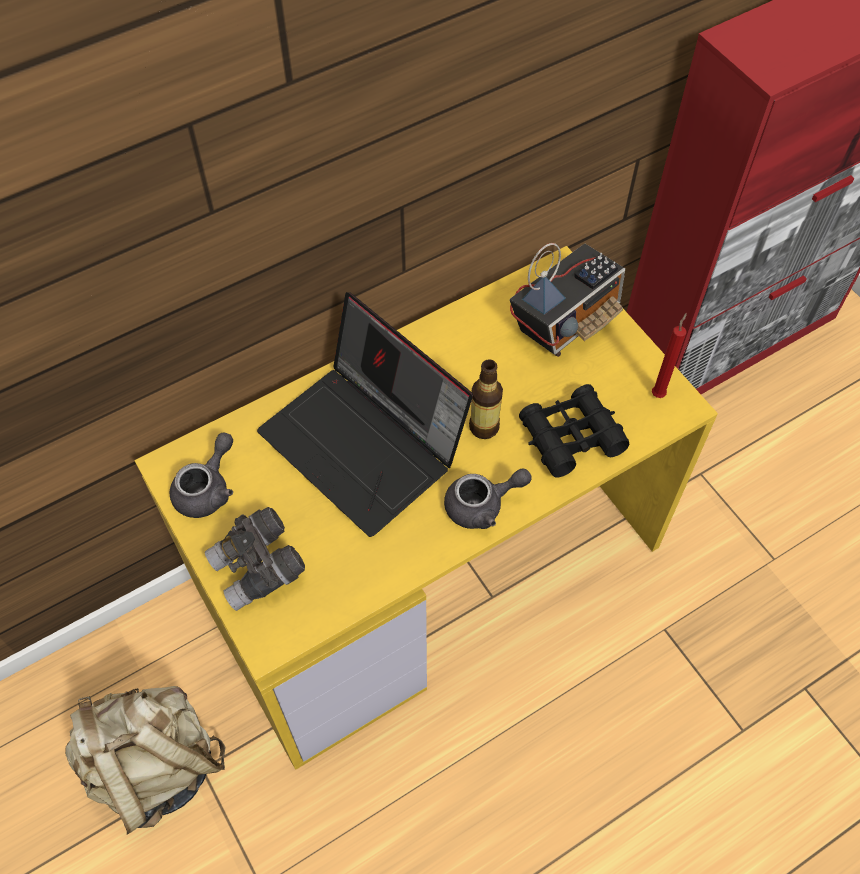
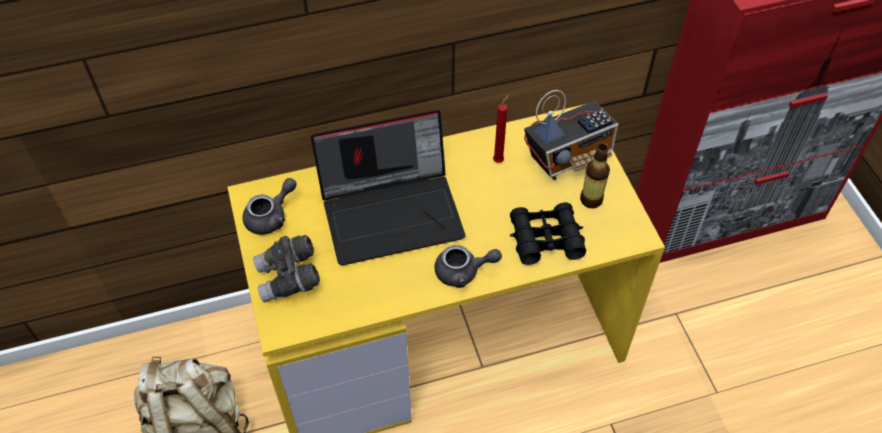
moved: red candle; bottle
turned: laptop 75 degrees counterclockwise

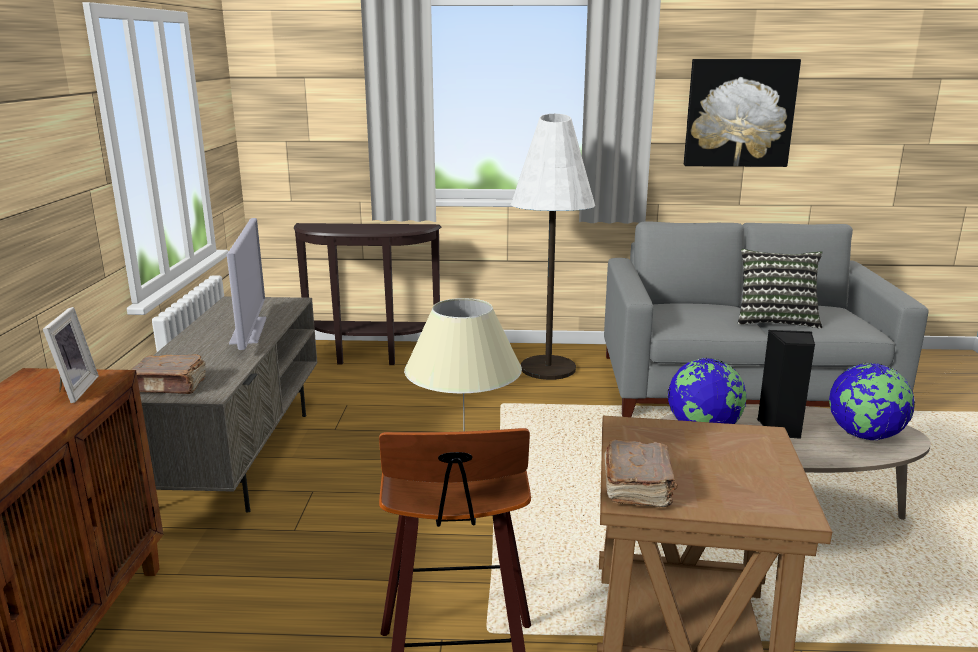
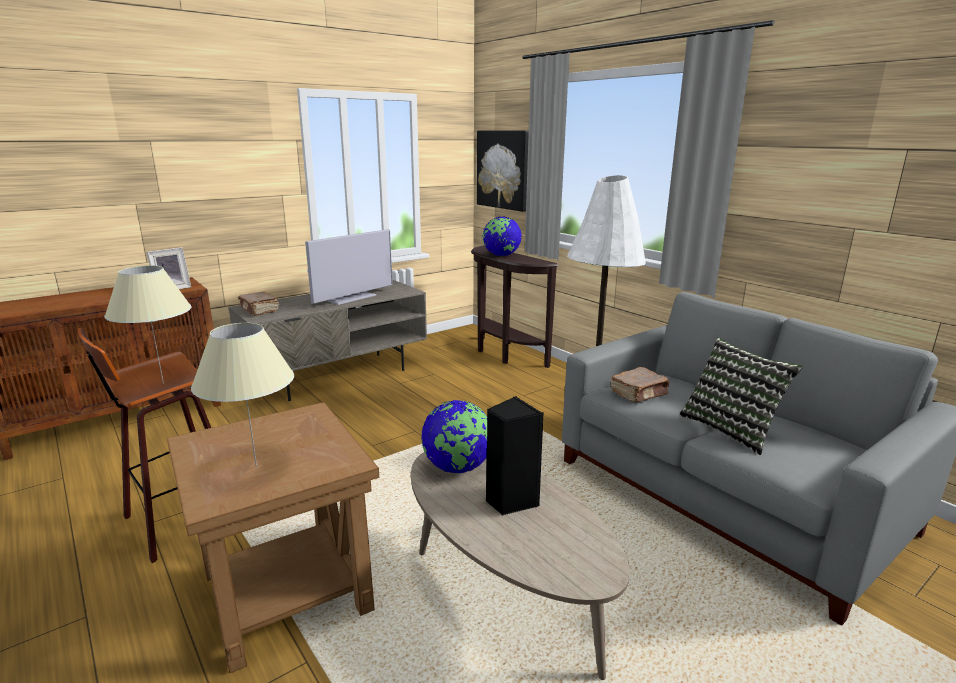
added: beige table lamp (2nd from left)
moved: picture; globe (2nd from left); brown book (2nd from left)

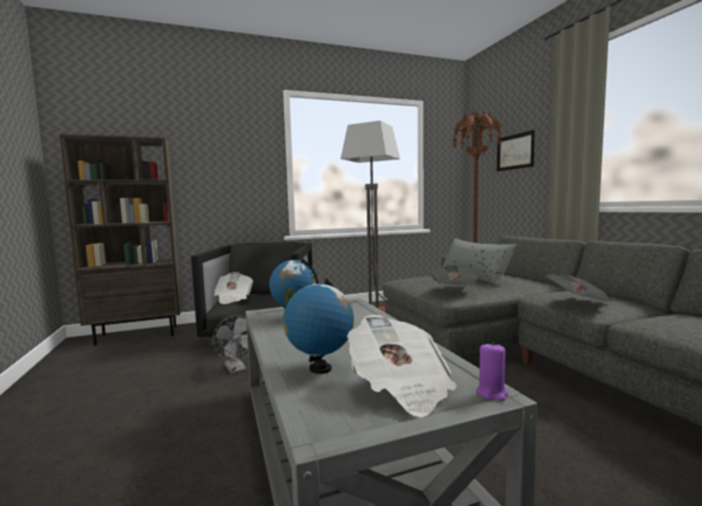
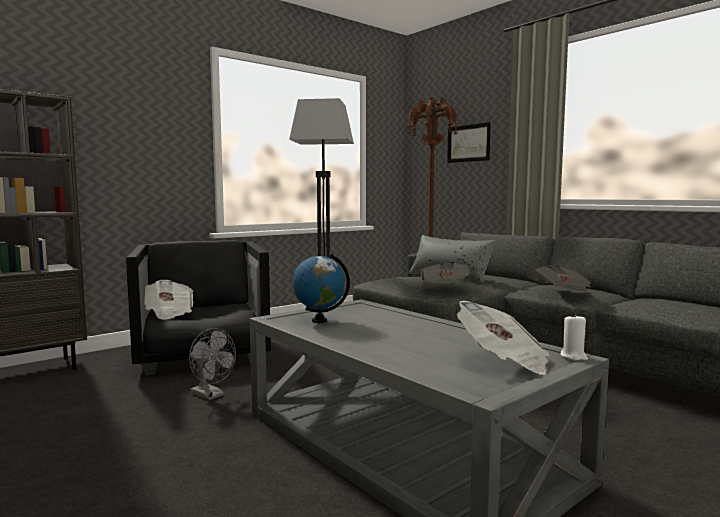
removed: globe (2nd from left)
recoloured: purple candle to white candle

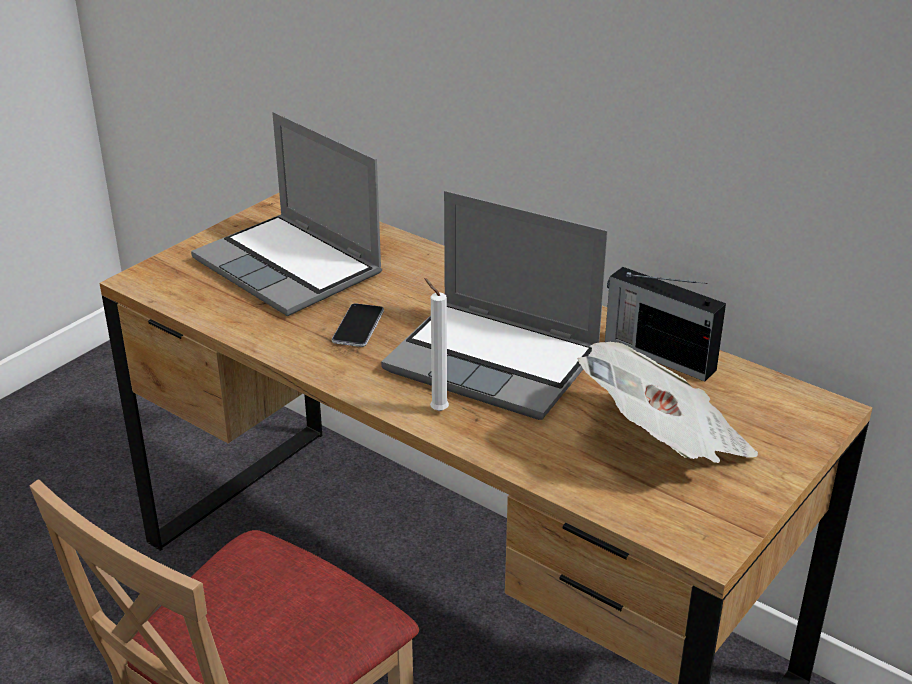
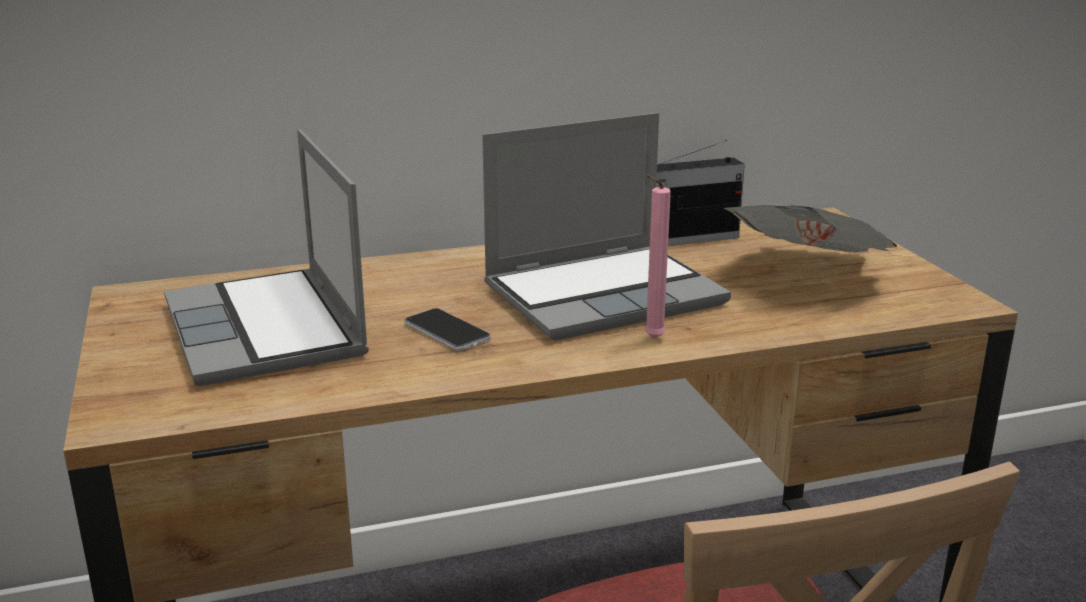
recoloured: white candle to pink candle
turned: laptop (1st from left) 75 degrees clockwise

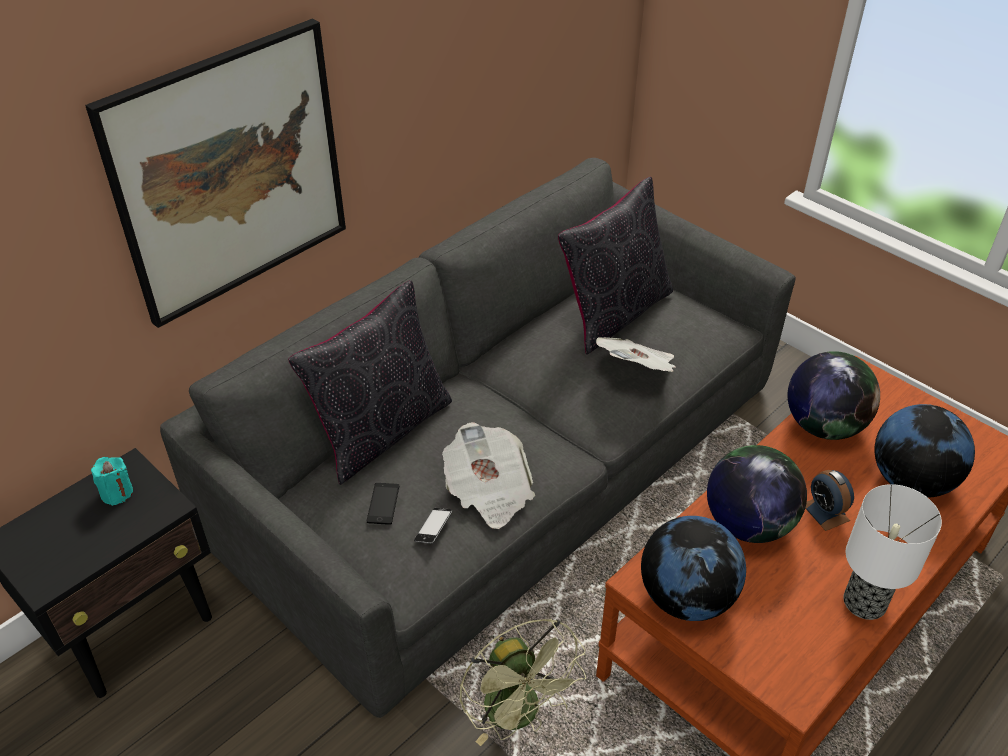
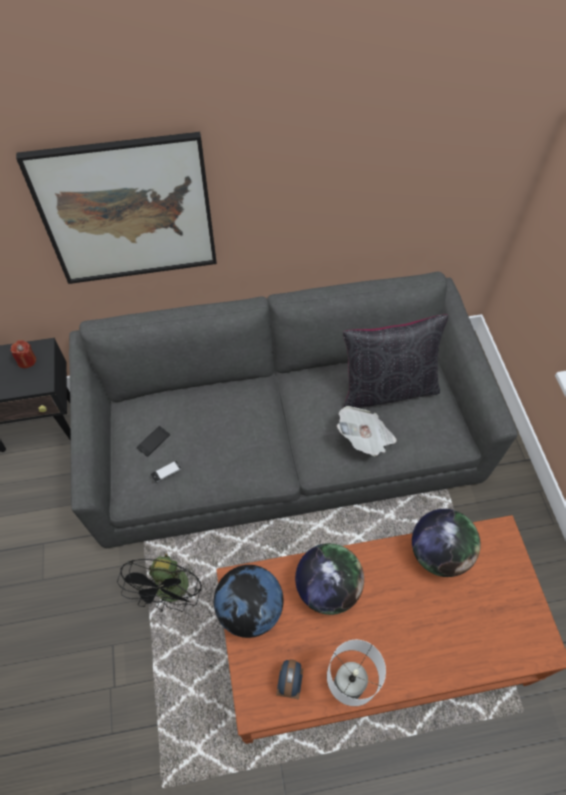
removed: black pillow (1st from left); globe (4th from left); newspaper (1st from left)
moved: alarm clock
recoloured: turquoise candle to red candle; green fan to black fan

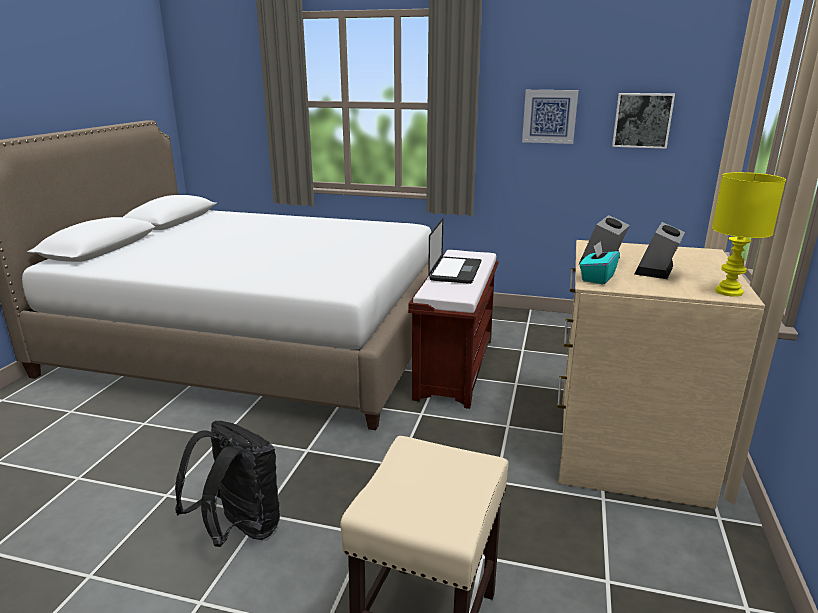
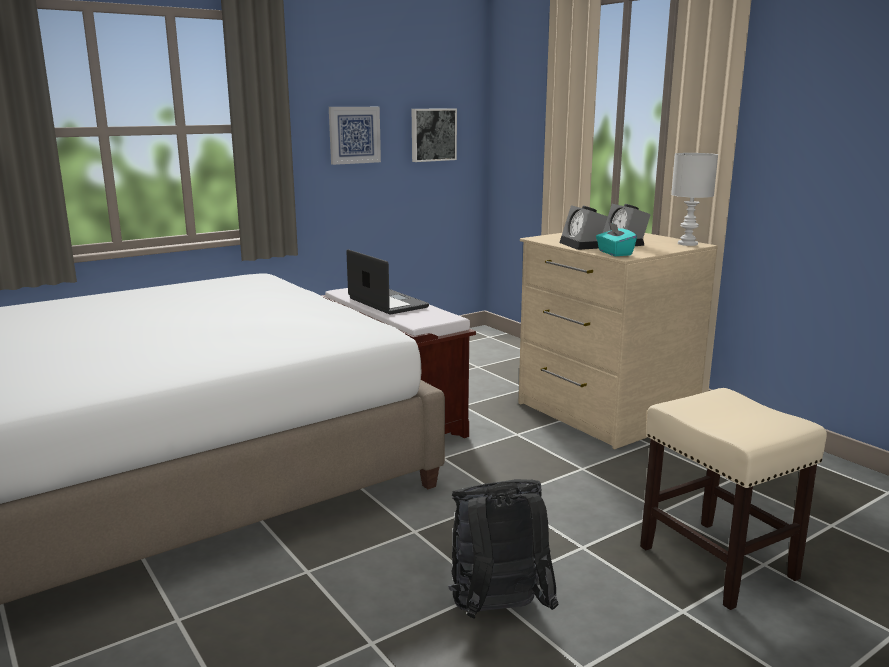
recoloured: yellow table lamp to white table lamp

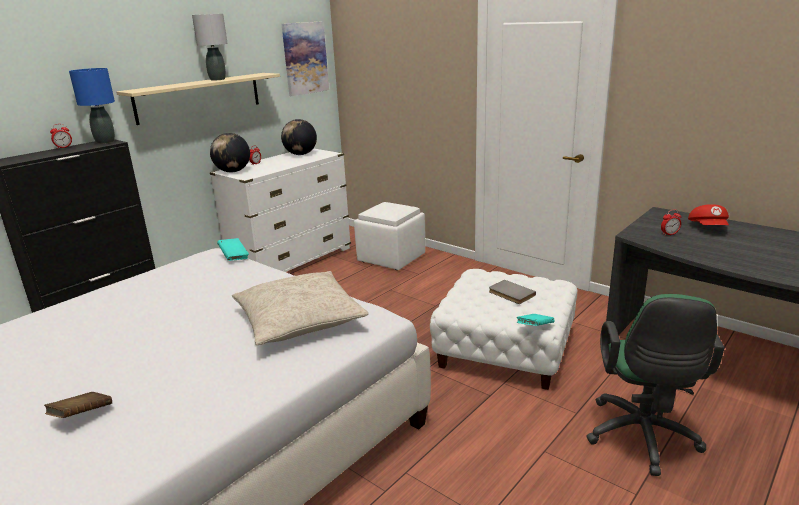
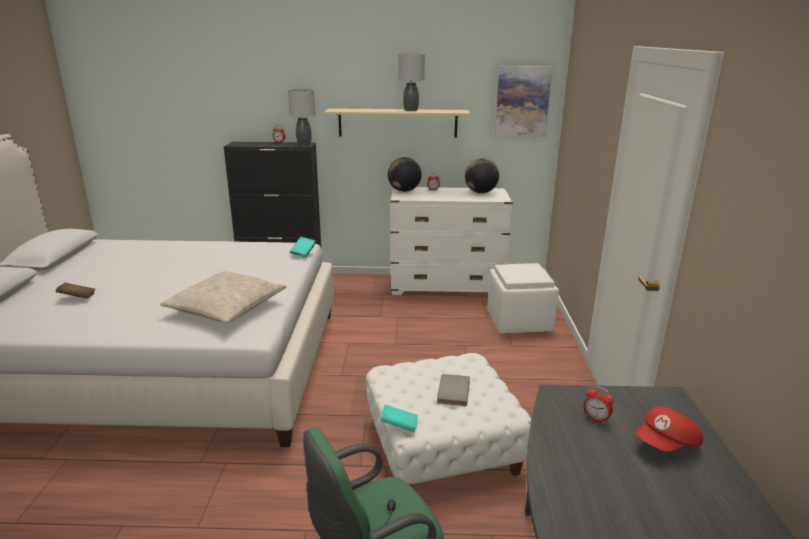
recoloured: blue table lamp to grey table lamp (1st from left)

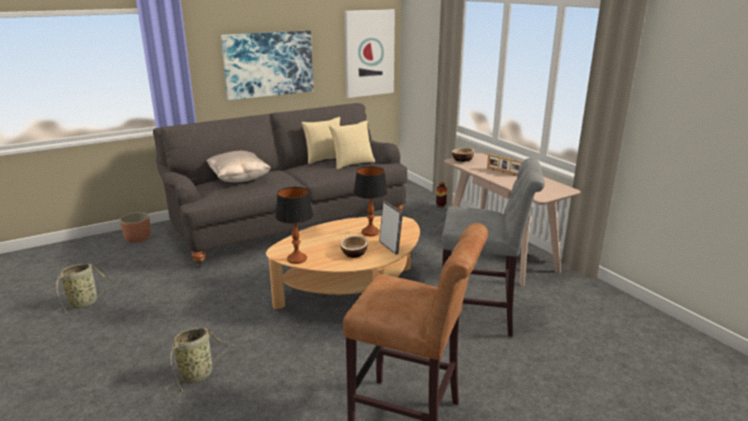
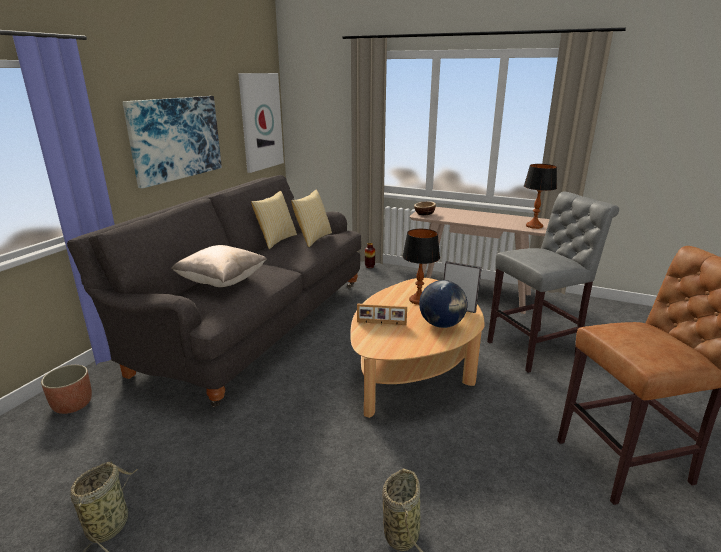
moved: picture frame (2nd from left in the first image) to picture frame (1st from left); table lamp (1st from left in the first image) to table lamp (2nd from left)
replaced: bowl (1st from left) to globe

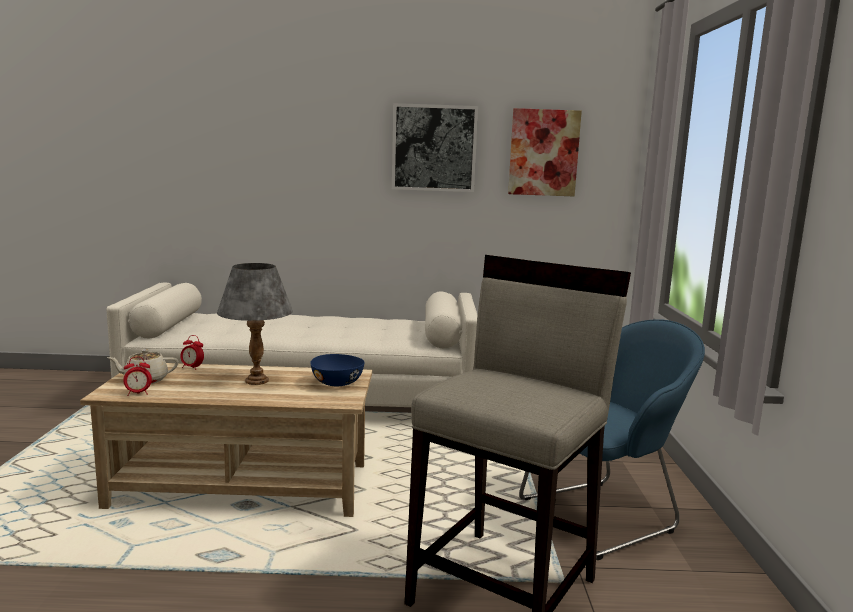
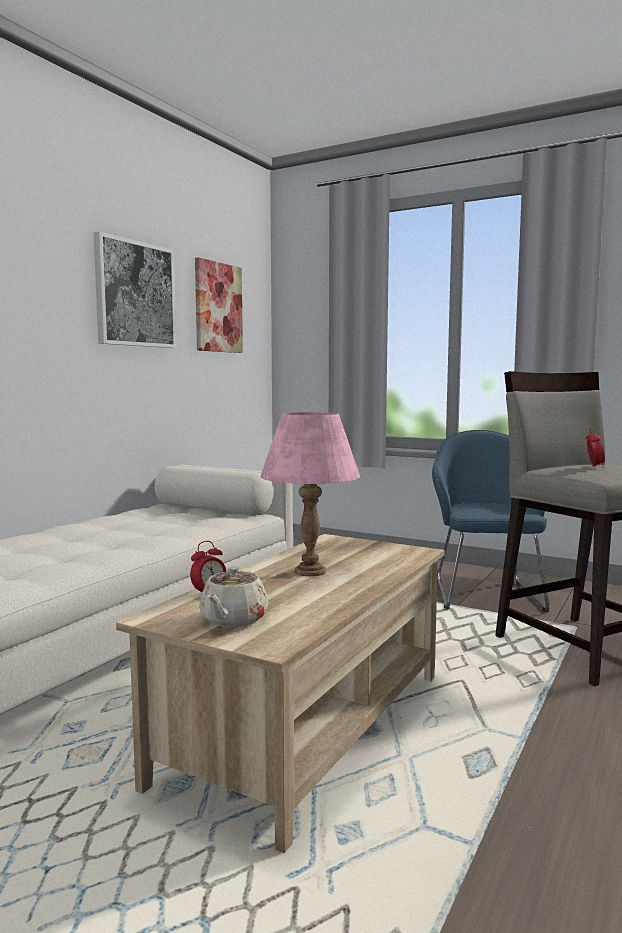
removed: blue bowl
moved: alarm clock (1st from left in the first image) to alarm clock (2nd from left)
recoloured: grey table lamp to pink table lamp

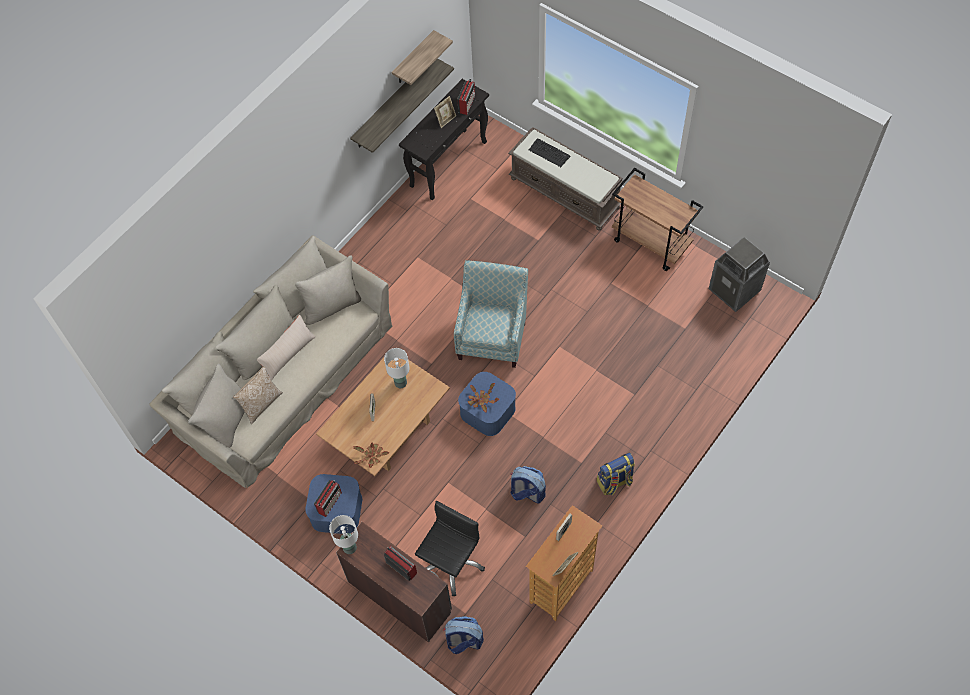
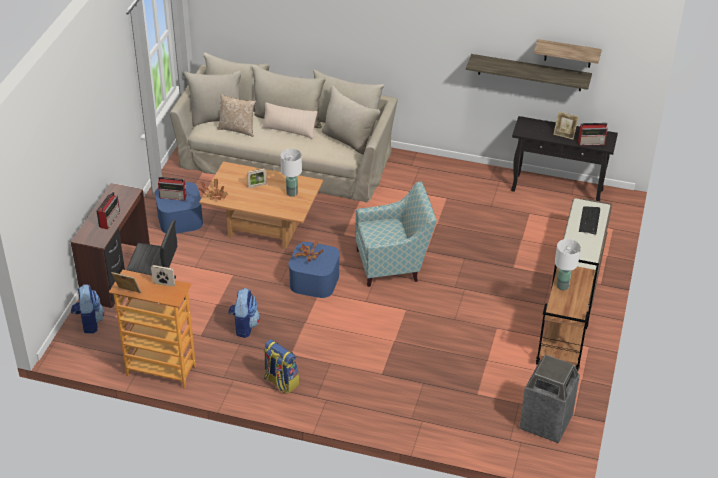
moved: white table lamp (1st from left in the first image) to white table lamp (2nd from left)

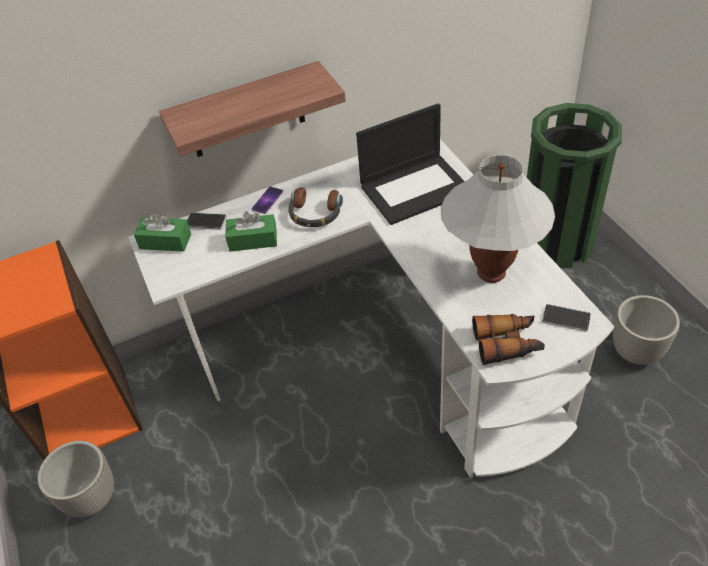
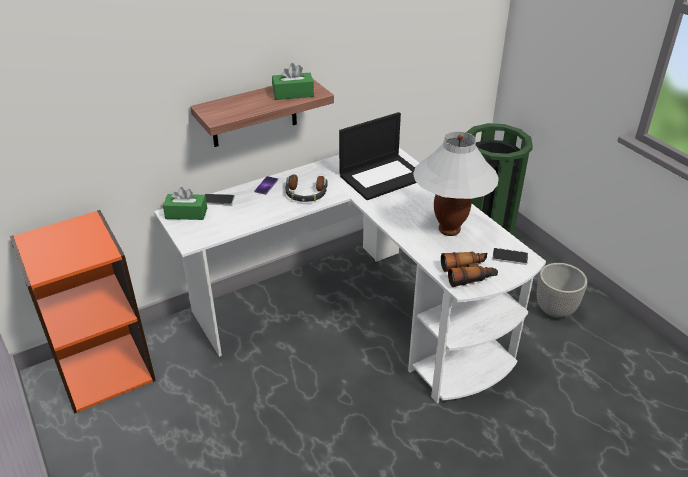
removed: planter (1st from left)
moved: green tissue box (2nd from left)

